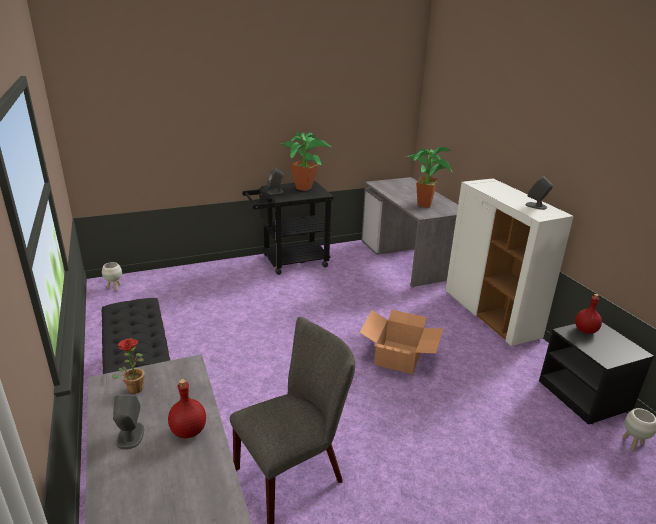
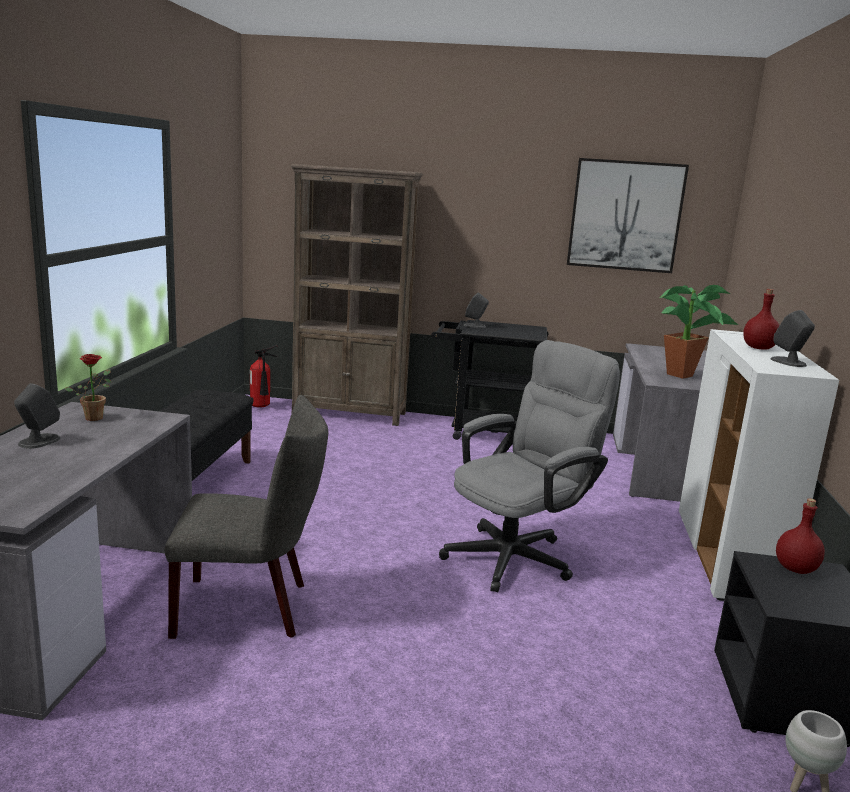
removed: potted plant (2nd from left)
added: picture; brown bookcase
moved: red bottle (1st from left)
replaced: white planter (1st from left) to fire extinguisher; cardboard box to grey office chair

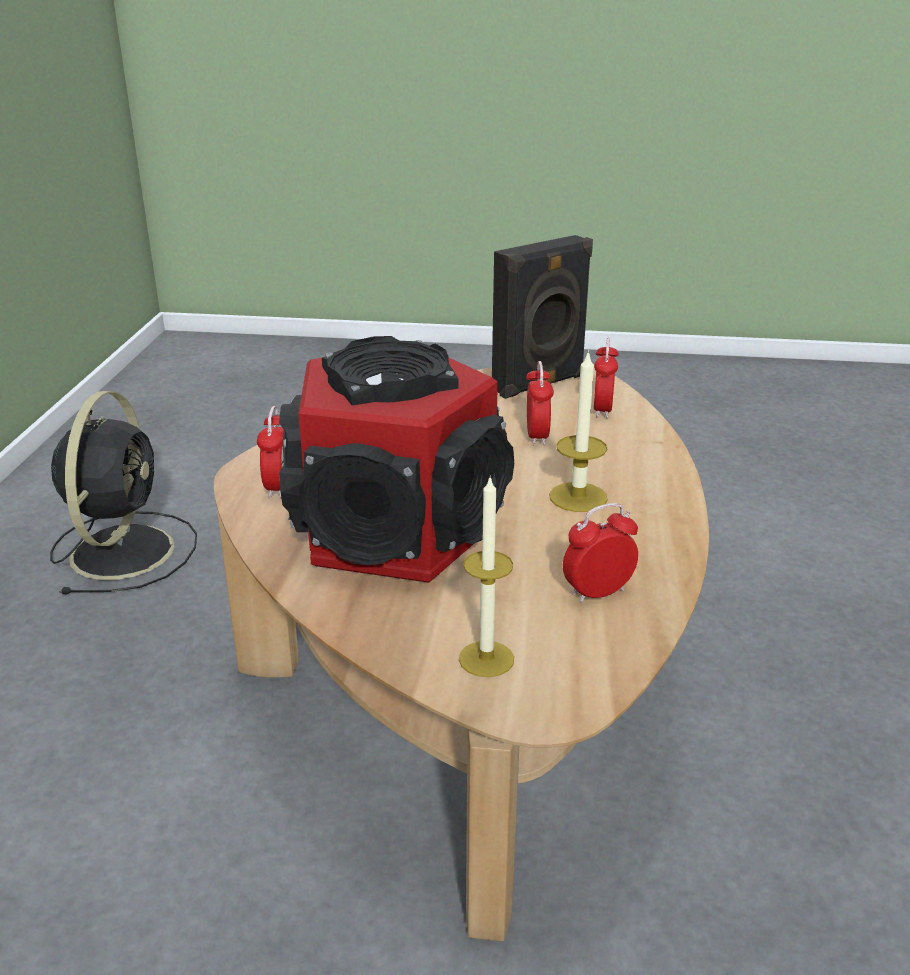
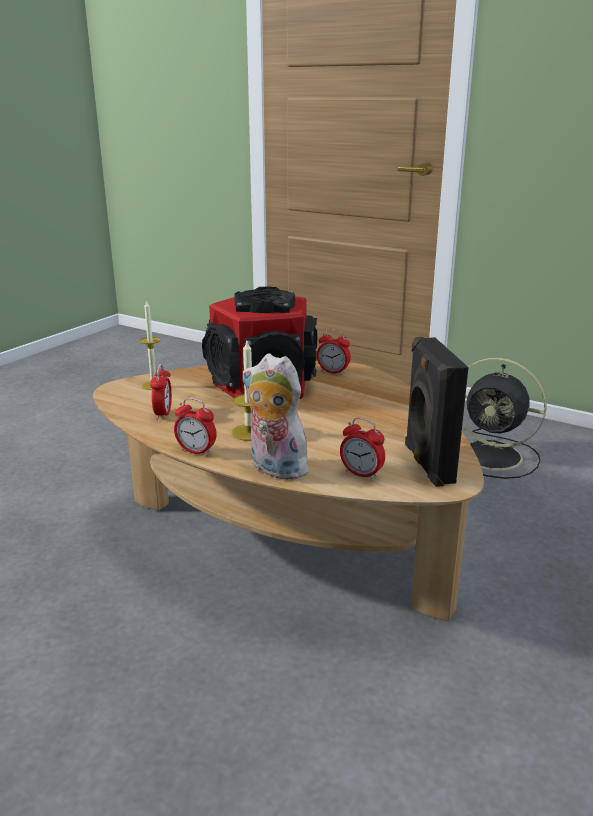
added: plush toy
moved: alarm clock (2nd from left)

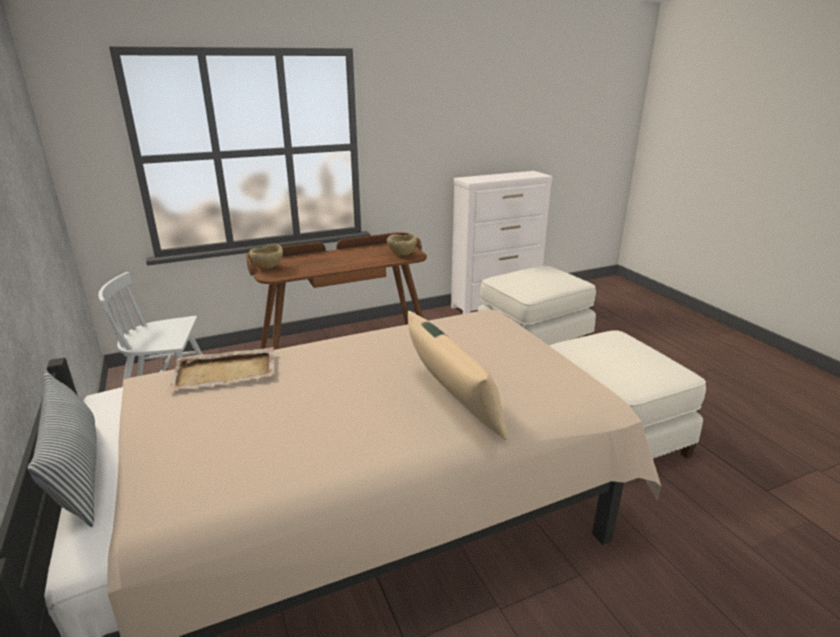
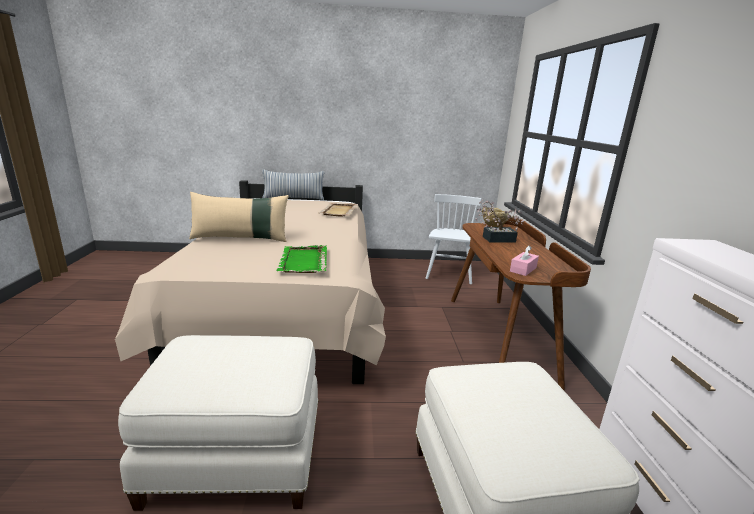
added: potted plant; green tray
replaced: beige bowl (2nd from left) to pink tissue box

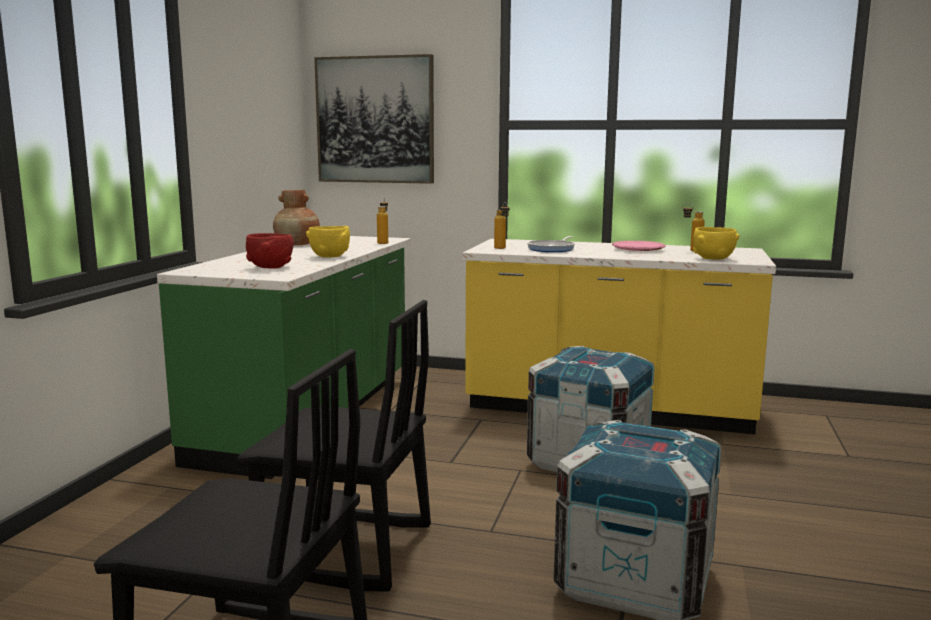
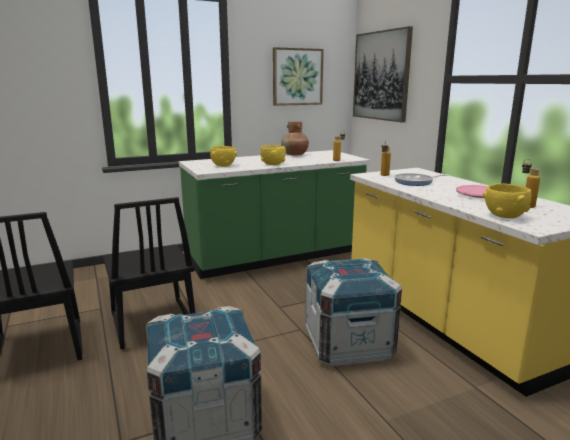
added: picture (1st from left)
recoloured: red bowl to yellow bowl (1st from left)

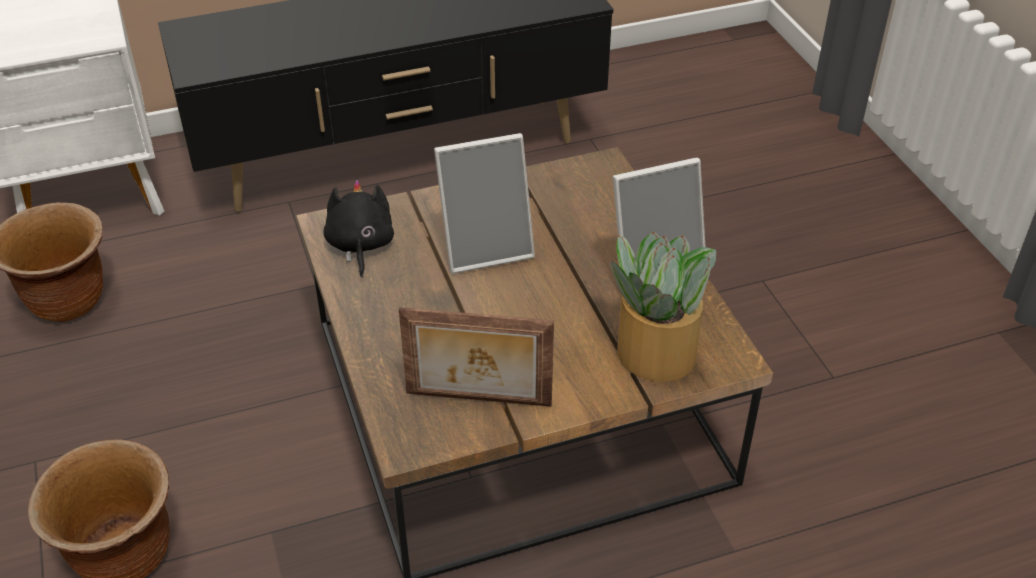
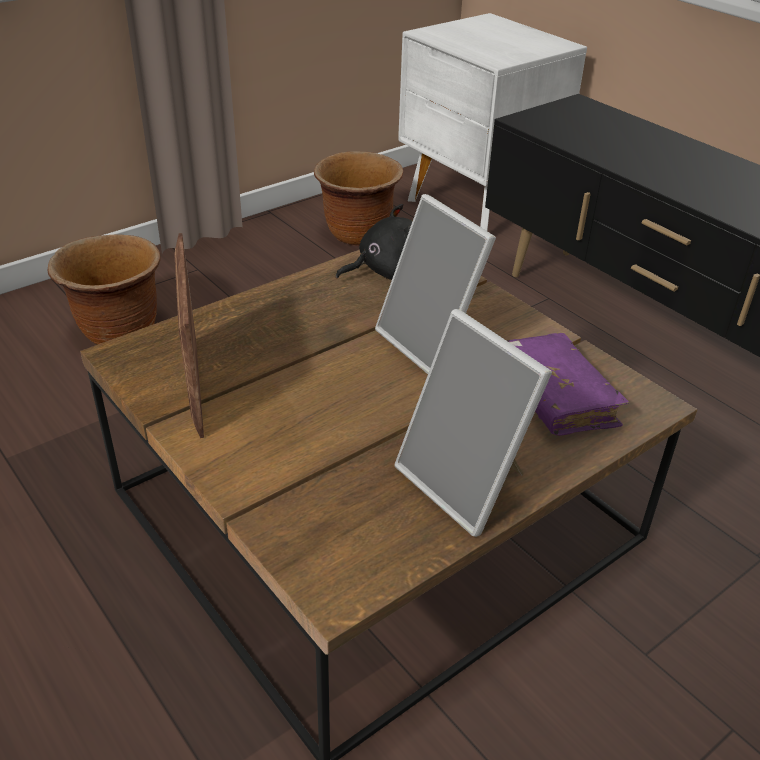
removed: potted plant
added: purple book

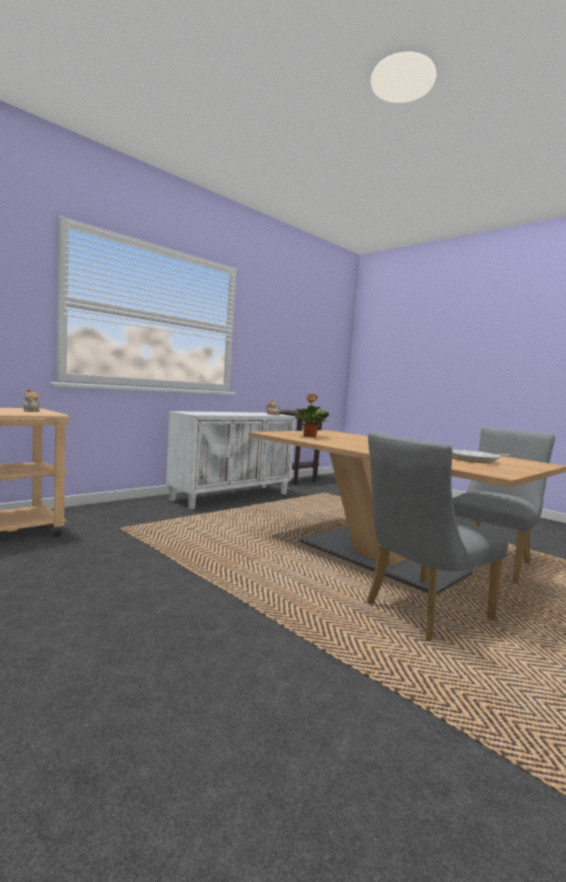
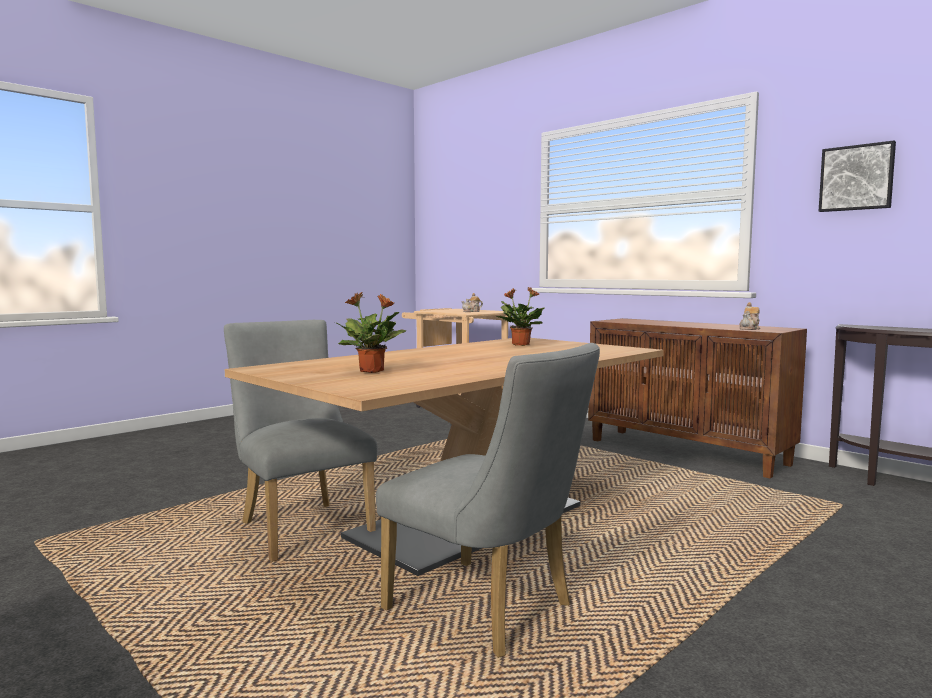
added: picture
replaced: frying pan to potted plant (1st from left)
recoloured: white cabinet to brown cabinet

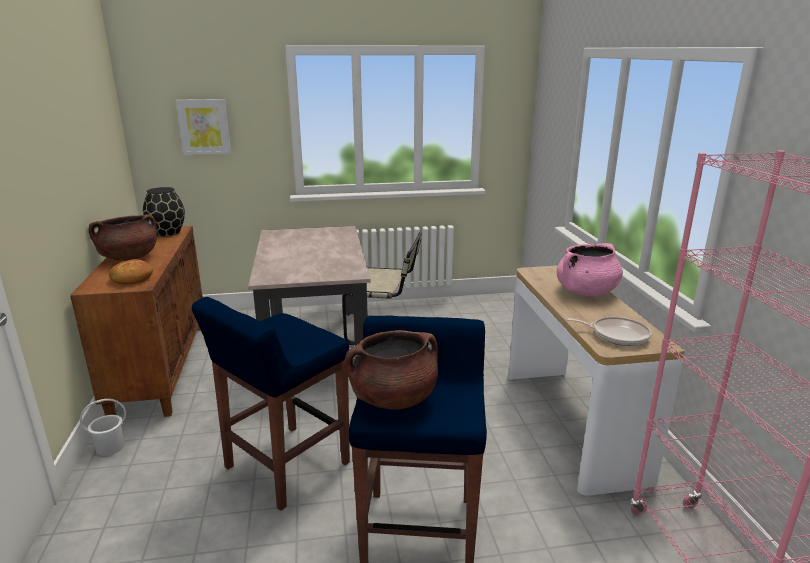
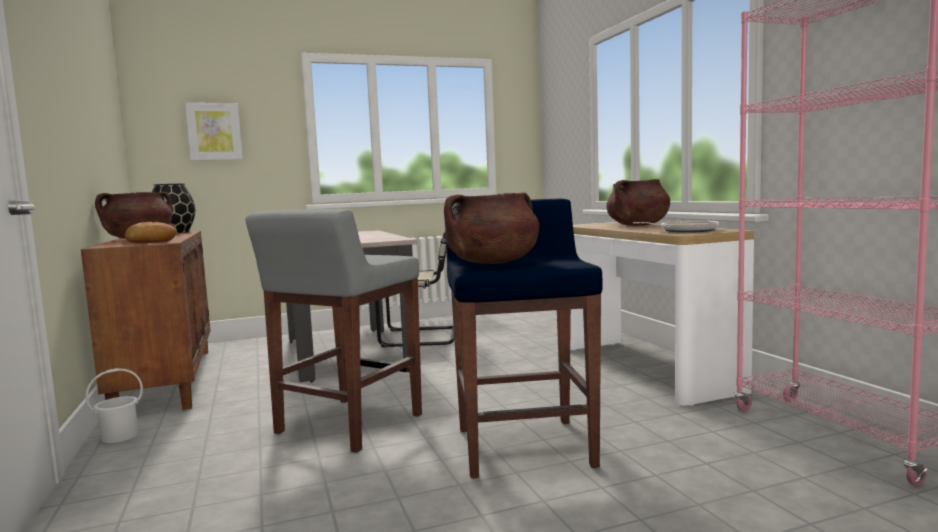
recoloured: pink cooking pot to brown cooking pot (3rd from left); blue stool (1st from left) to grey stool

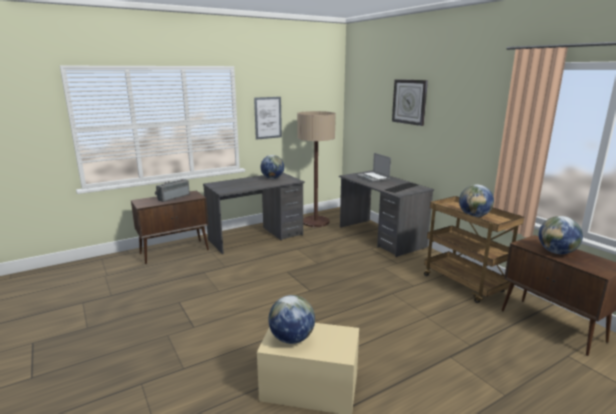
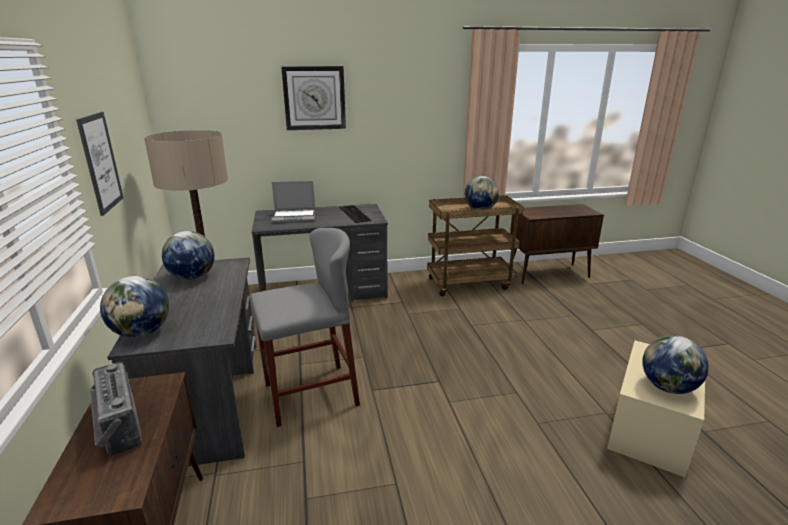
added: grey stool
moved: globe (4th from left in the first image) to globe (1st from left)

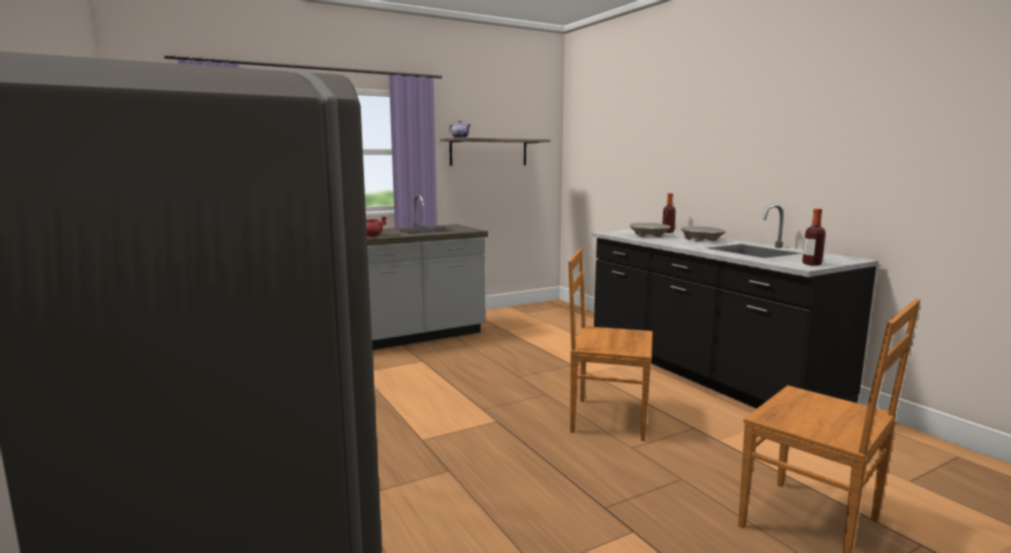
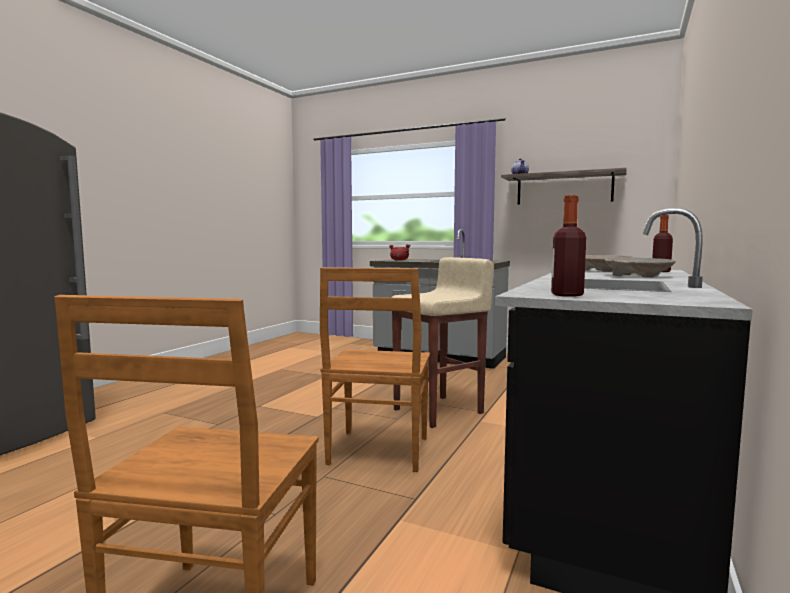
added: beige stool
turned: brown chair (1st from left in the first image) 150 degrees counterclockwise

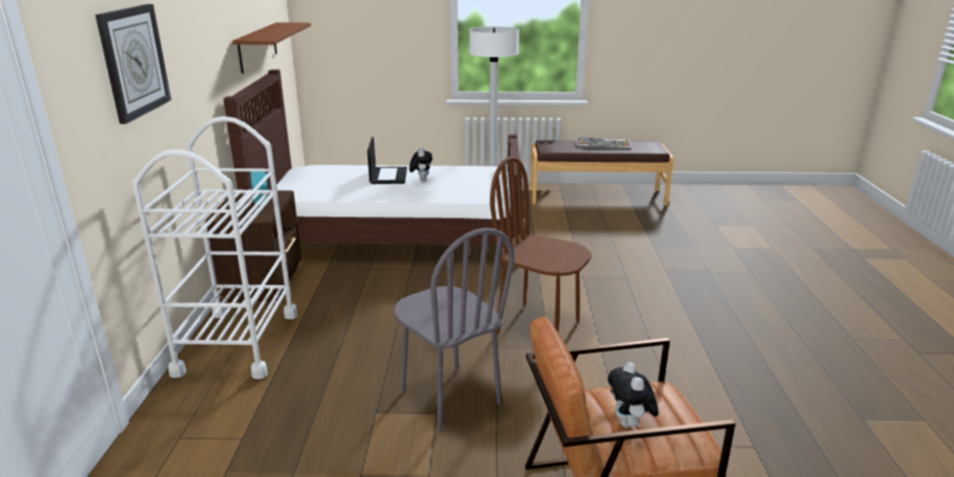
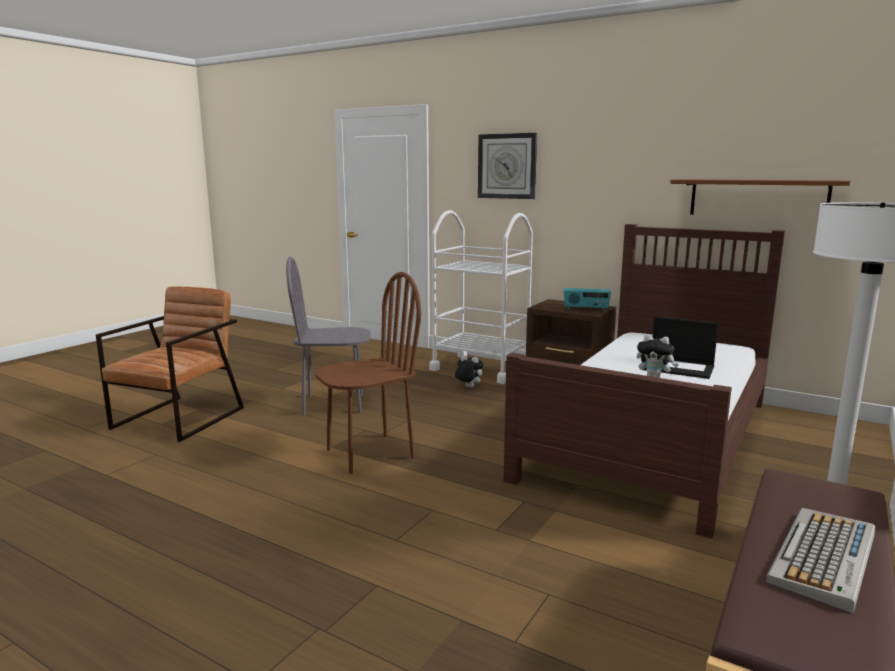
moved: plush toy (2nd from left in the first image) to plush toy (1st from left)

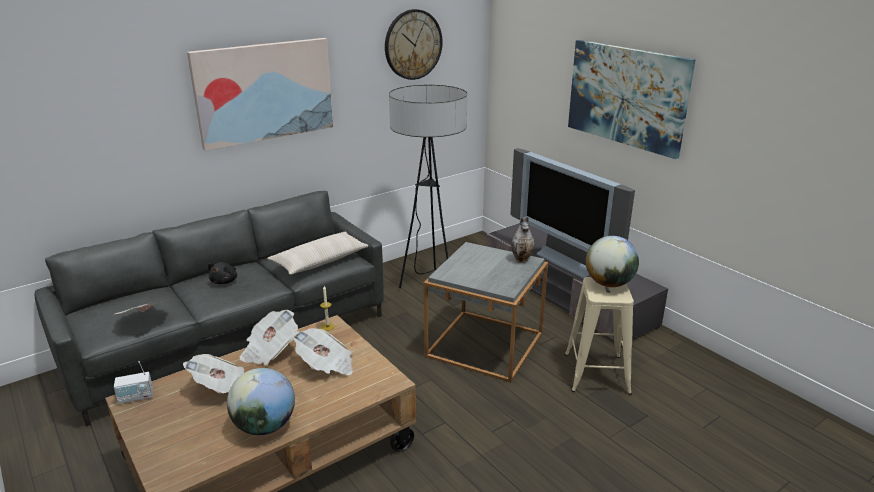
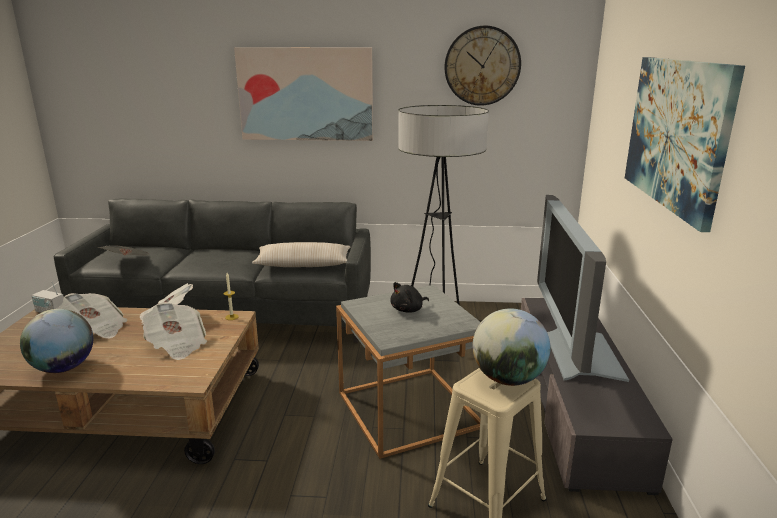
removed: vase
moved: black plush toy

